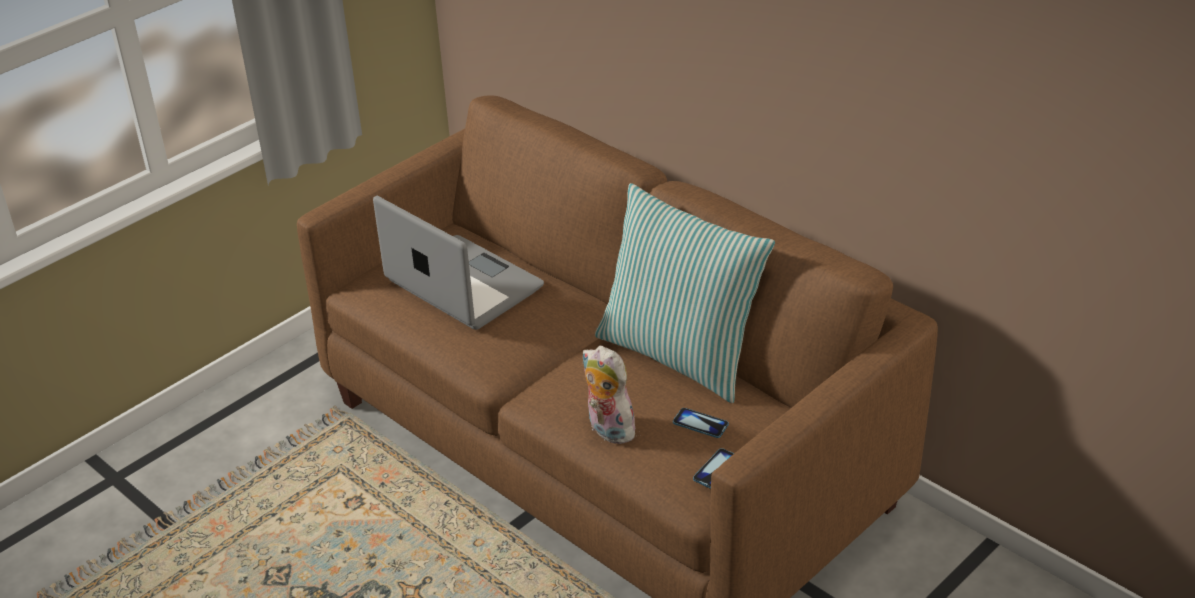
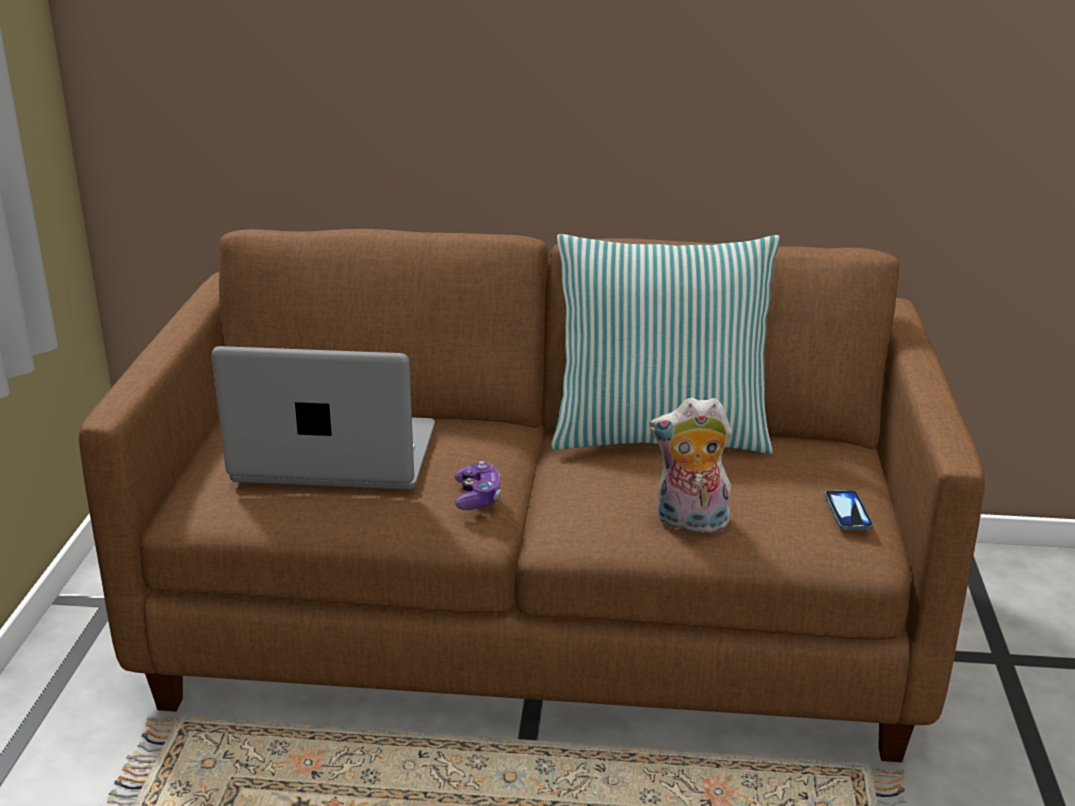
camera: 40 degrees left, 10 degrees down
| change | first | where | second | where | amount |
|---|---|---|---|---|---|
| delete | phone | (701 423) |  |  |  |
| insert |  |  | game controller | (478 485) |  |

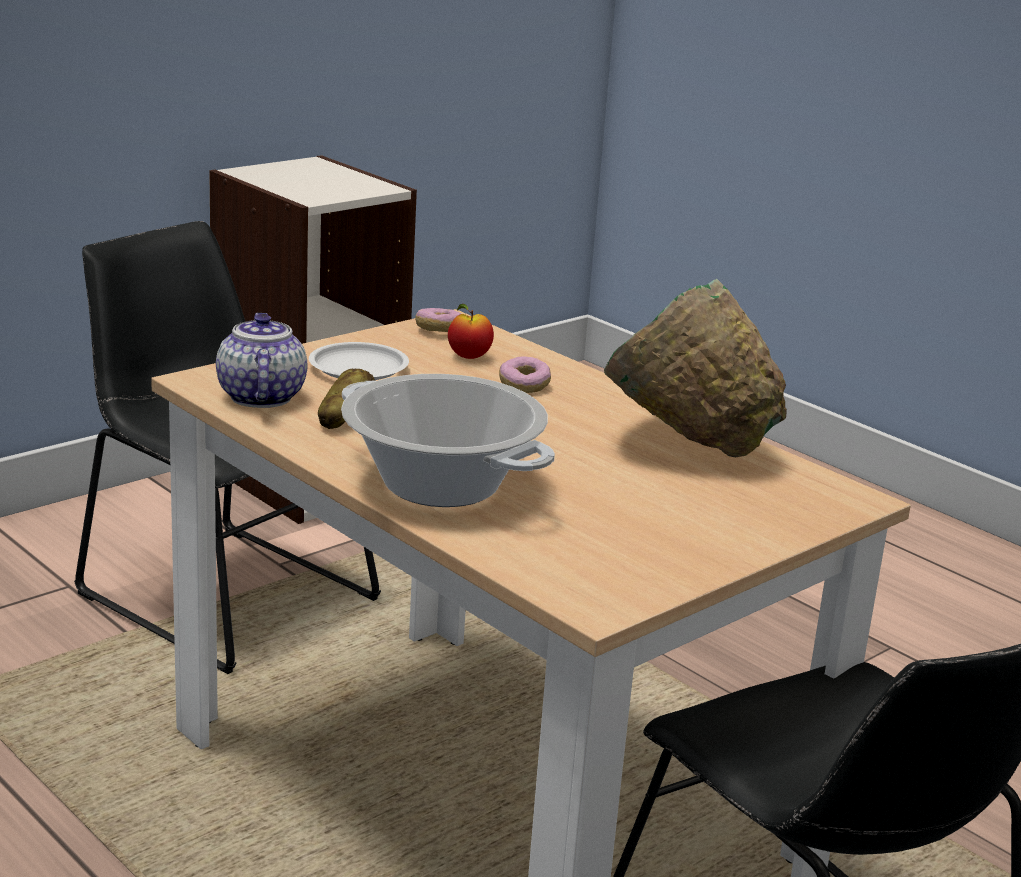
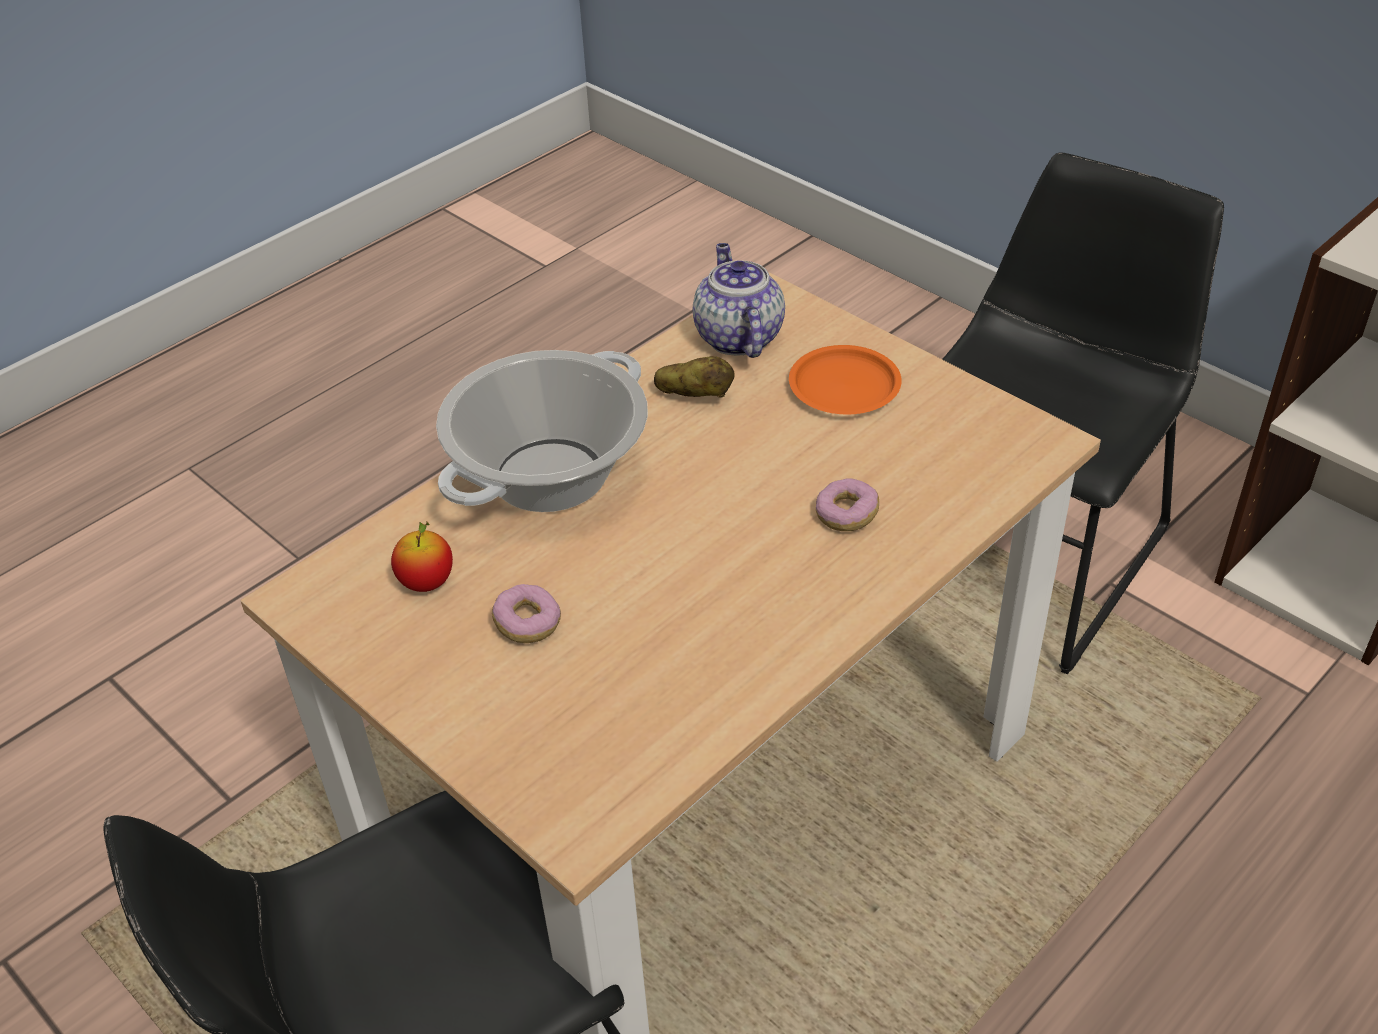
camera: 90 degrees right, 20 degrees up
| change | first | where | second | where | amount |
|---|---|---|---|---|---|
| delete | green serving bowl | (695 368) |  |  |  |
| move | apple fruit | (471 331) |  | (422 556) |  |
| move | ring doughnut | (438 320) |  | (526 613) |  |
| rotate | pot for tea | (261 360) |  | (739 300) | 90 degrees counterclockwise |
| recolor | white-coloured flat dish | (359 361) | orangey flat dish | (845 380) |  |

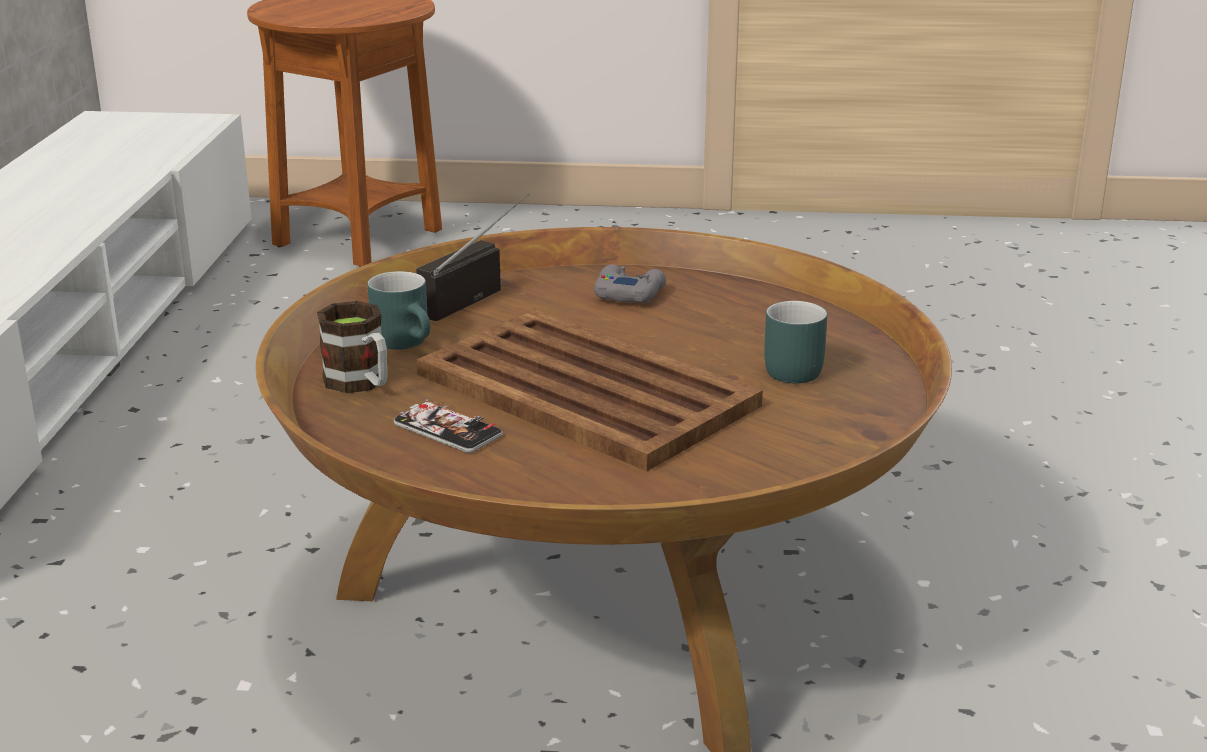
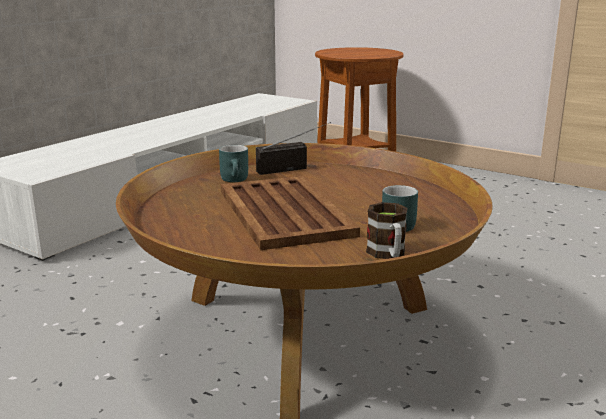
camera: 30 degrees right, 5 degrees down
| change | first | where | second | where | amount |
|---|---|---|---|---|---|
| delete | greyish game controller | (630 284) |  |  |  |
| move | coffee mug | (352 347) |  | (387 230) |  |
| delete | phone | (448 426) |  |  |  |

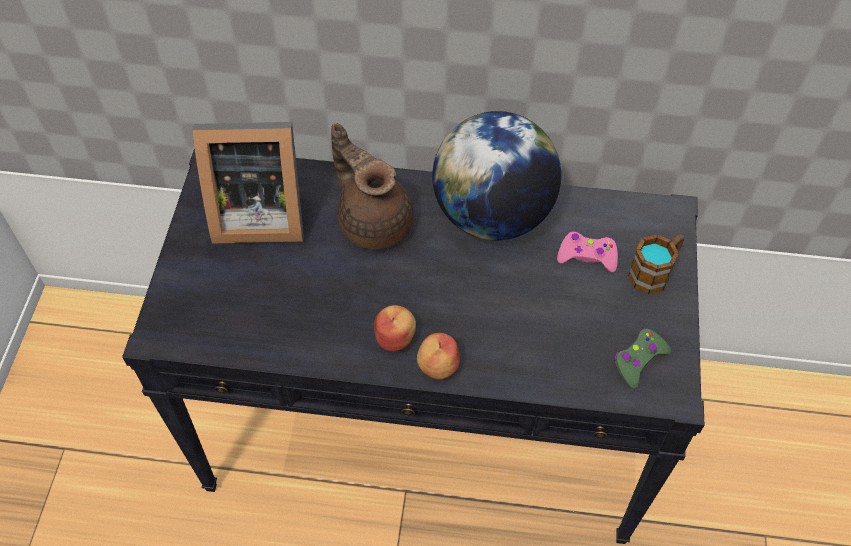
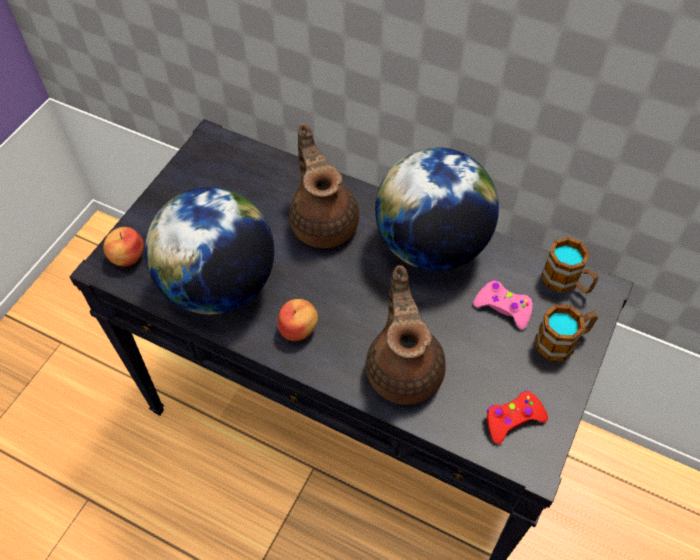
camera: 20 degrees right, 0 degrees up
| change | first | where | second | where | amount |
|---|---|---|---|---|---|
| delete | photo frame | (248 182) |  |  |  |
| recolor | green game controller | (642 358) | reddish game controller | (517 417) |  |
| move | apple fruit | (438 356) |  | (123 247) |  |
| insert |  |  | world globe | (209 251) |  |
| insert |  |  | coffee mug | (569 265) |  |
| insert |  |  | brown pot for tea | (406 335) |  |

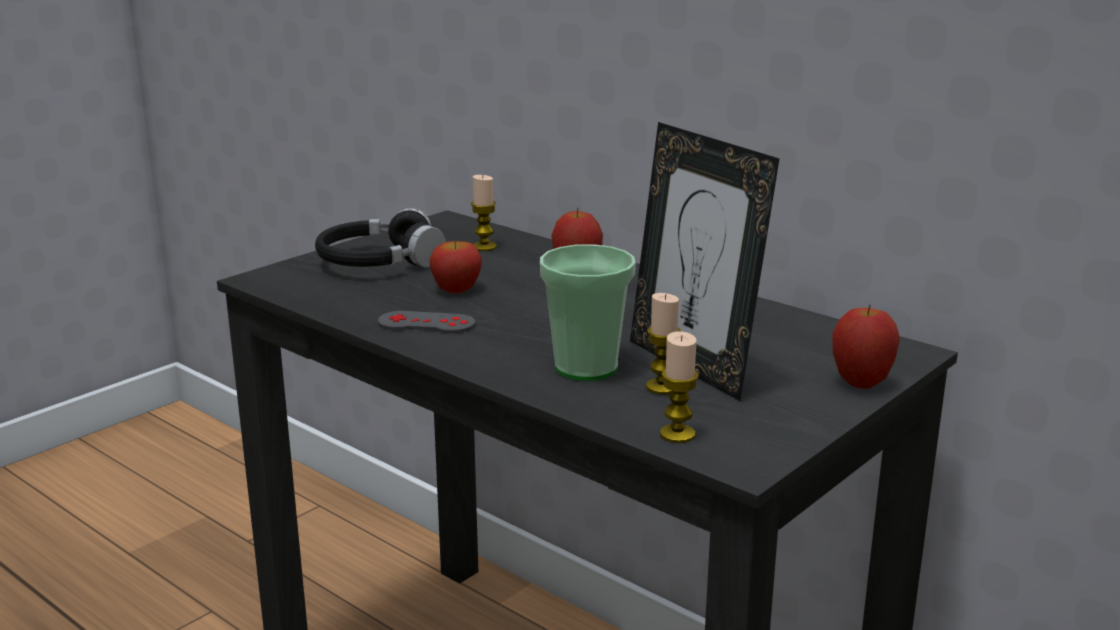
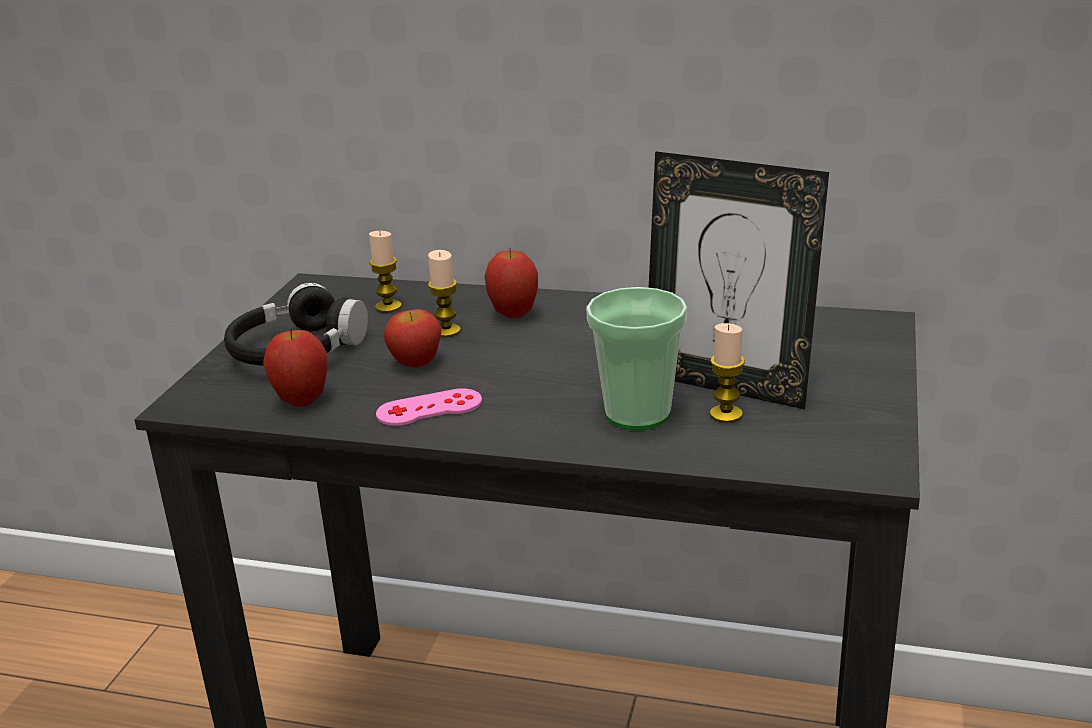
camera: 25 degrees left, 5 degrees up
| change | first | where | second | where | amount |
|---|---|---|---|---|---|
| move | apple fruit | (866 347) |  | (295 368) |  |
| recolor | greyish game controller | (426 322) | pink game controller | (429 407) |  |
| move | candle | (679 387) |  | (444 293) |  |

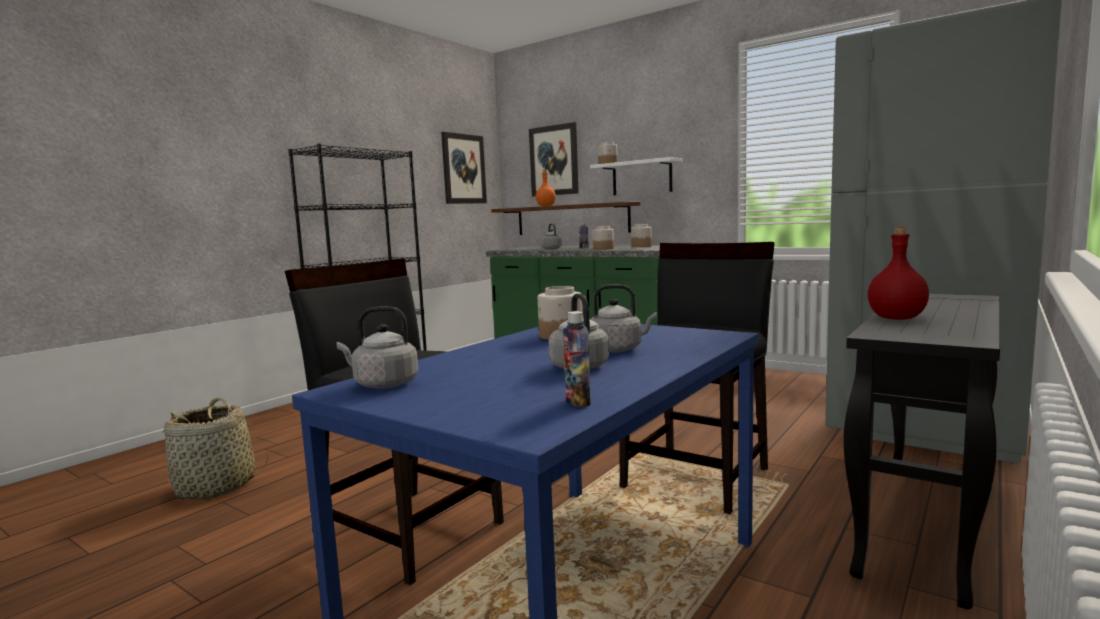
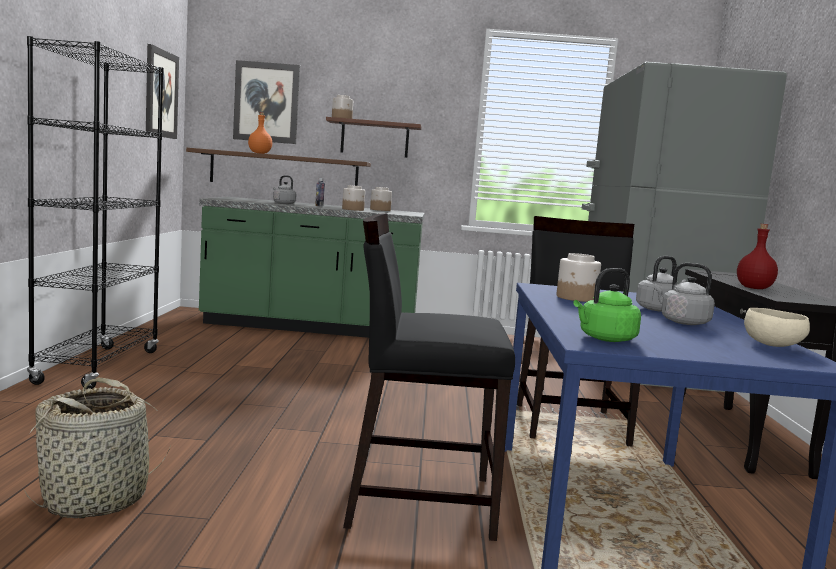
camera: 35 degrees left, 0 degrees up
| change | first | where | second | where | amount |
|---|---|---|---|---|---|
| recolor | white-coloured wall shelf | (636 176) | brown wall shelf | (374 137) |  |
| recolor | greyish tea kettle | (377 347) | green tea kettle | (607 305) |  |
| replace | drink bottle | (577 359) | sand-coloured serving bowl | (777 327) |  |

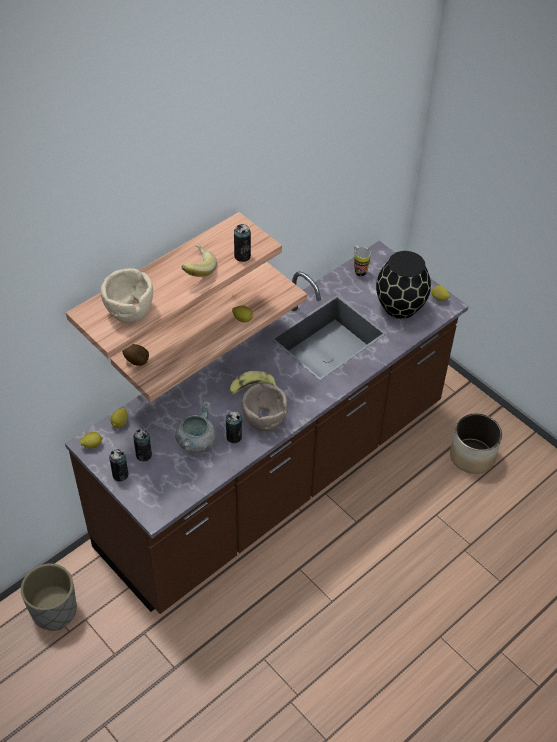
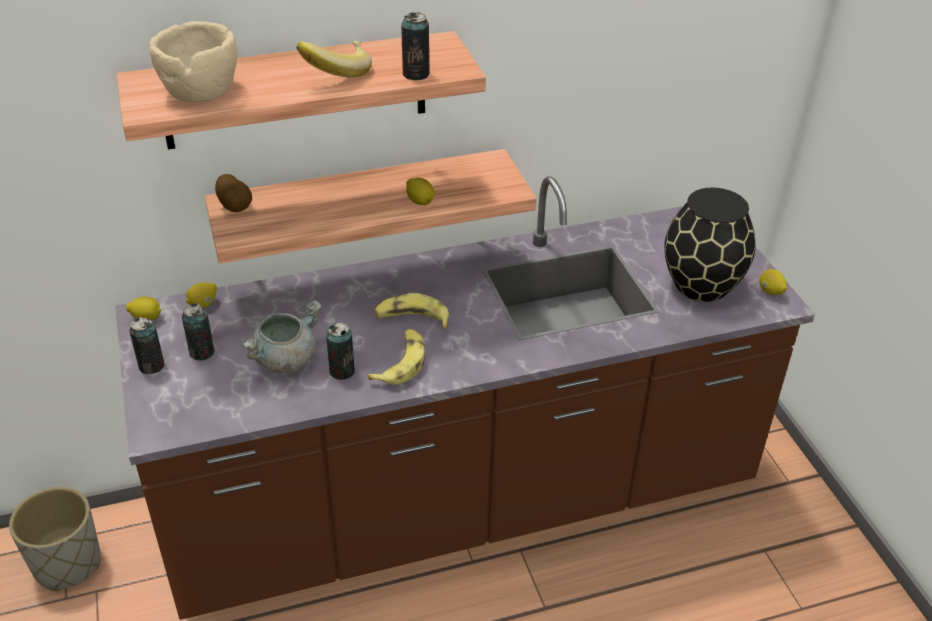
camera: 25 degrees right, 10 degrees down
| change | first | where | second | where | amount |
|---|---|---|---|---|---|
| delete | coffee mug | (362 261) |  |  |  |
| replace | brown serving bowl | (265 407) | whole banana | (396 357) |  |
| delete | flower pot | (476 444) |  |  |  |

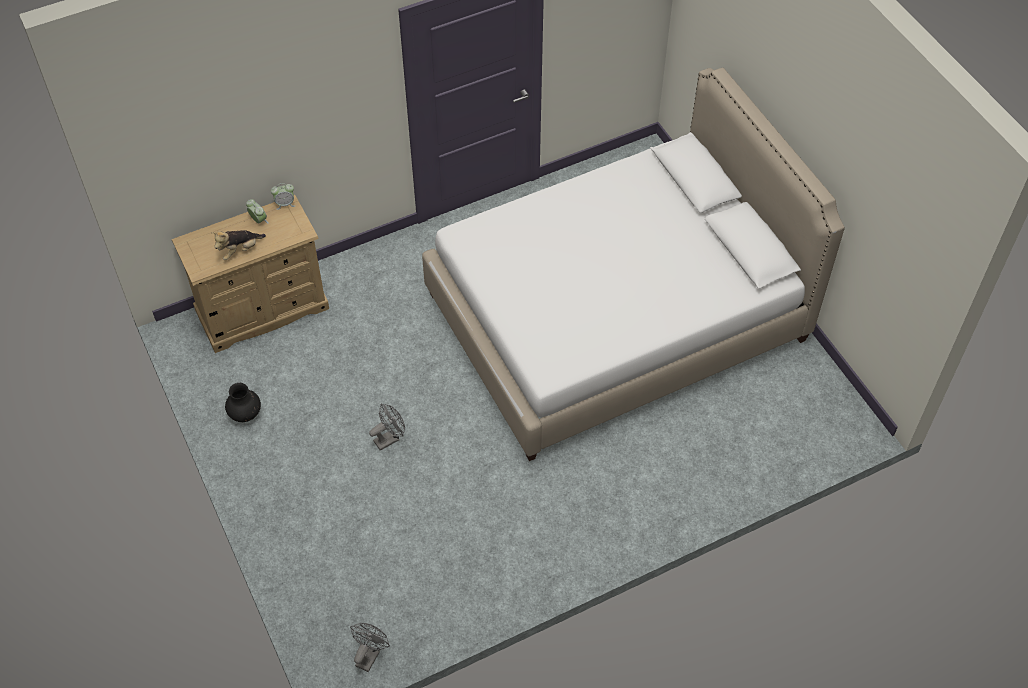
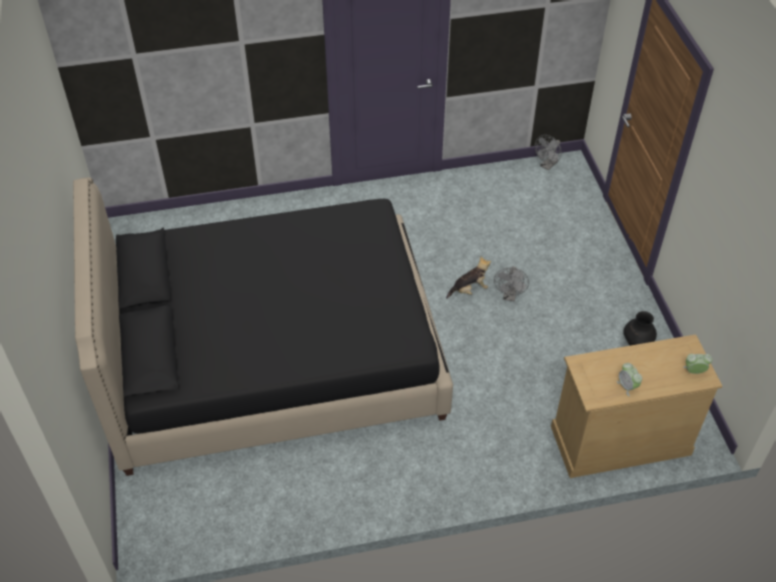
camera: 165 degrees left, 5 degrees down
| change | first | where | second | where | amount |
|---|---|---|---|---|---|
| recolor | white-coloured bed | (633 264) | black bed | (263 326) |  |
| move | bedside clock | (283 196) |  | (698 364) |  |
| move | soft toy | (239 245) |  | (468 277) |  |
| rotate | greyish fan | (387 427) |  | (511 283) | 60 degrees counterclockwise |

